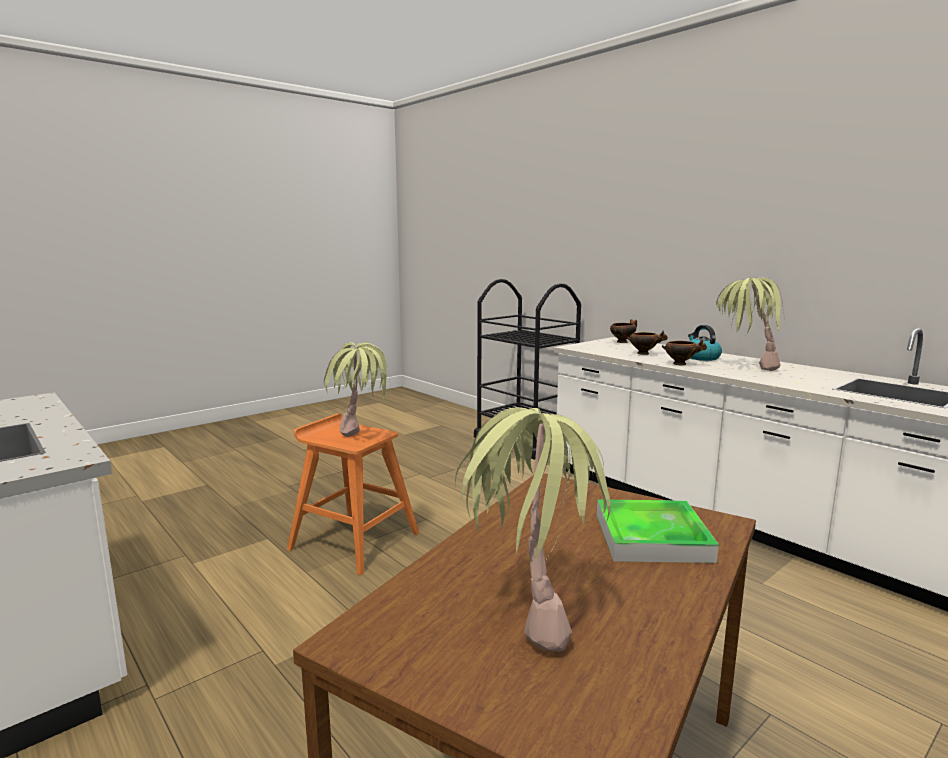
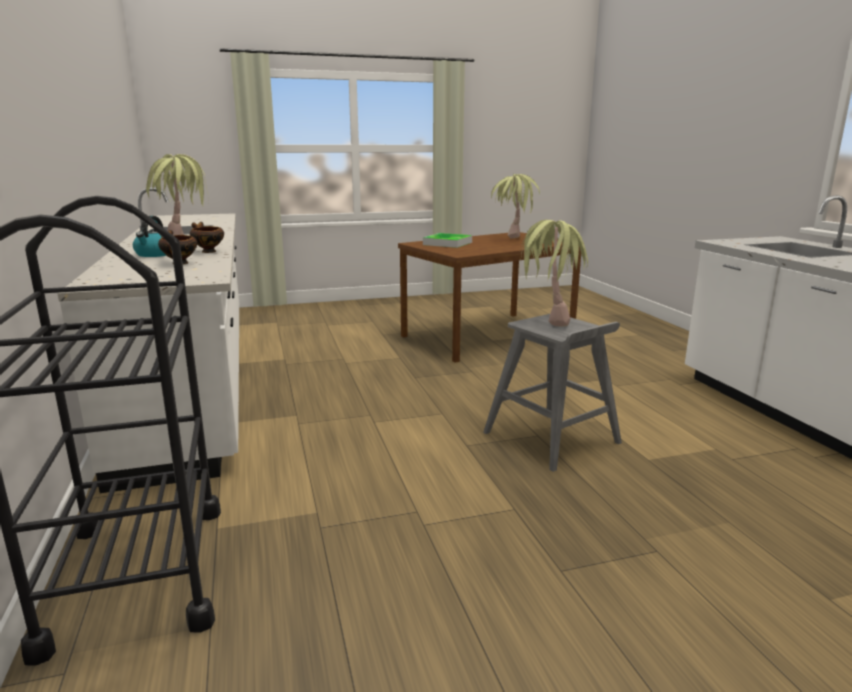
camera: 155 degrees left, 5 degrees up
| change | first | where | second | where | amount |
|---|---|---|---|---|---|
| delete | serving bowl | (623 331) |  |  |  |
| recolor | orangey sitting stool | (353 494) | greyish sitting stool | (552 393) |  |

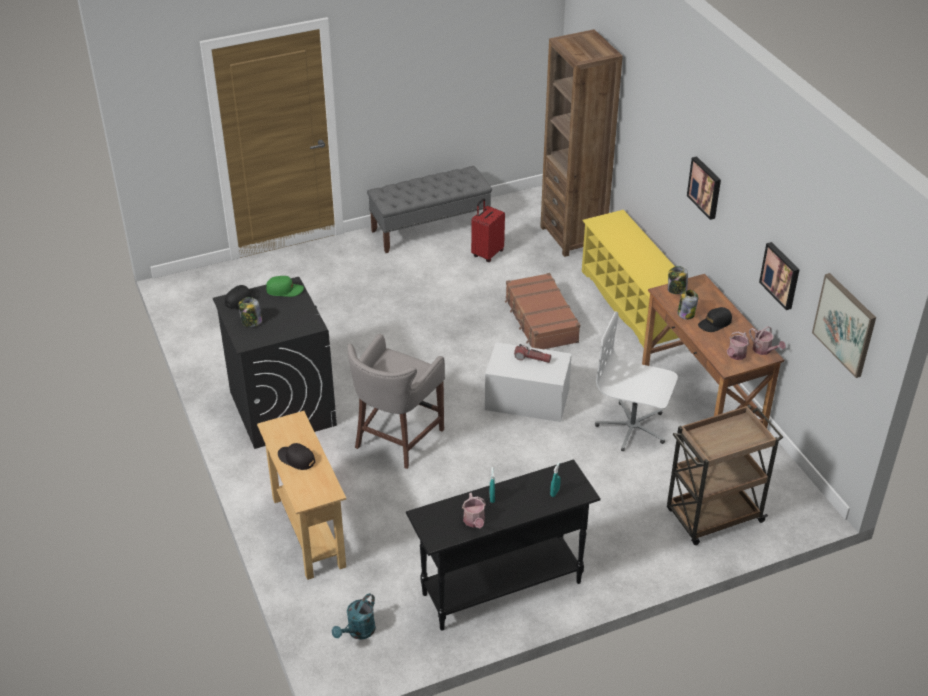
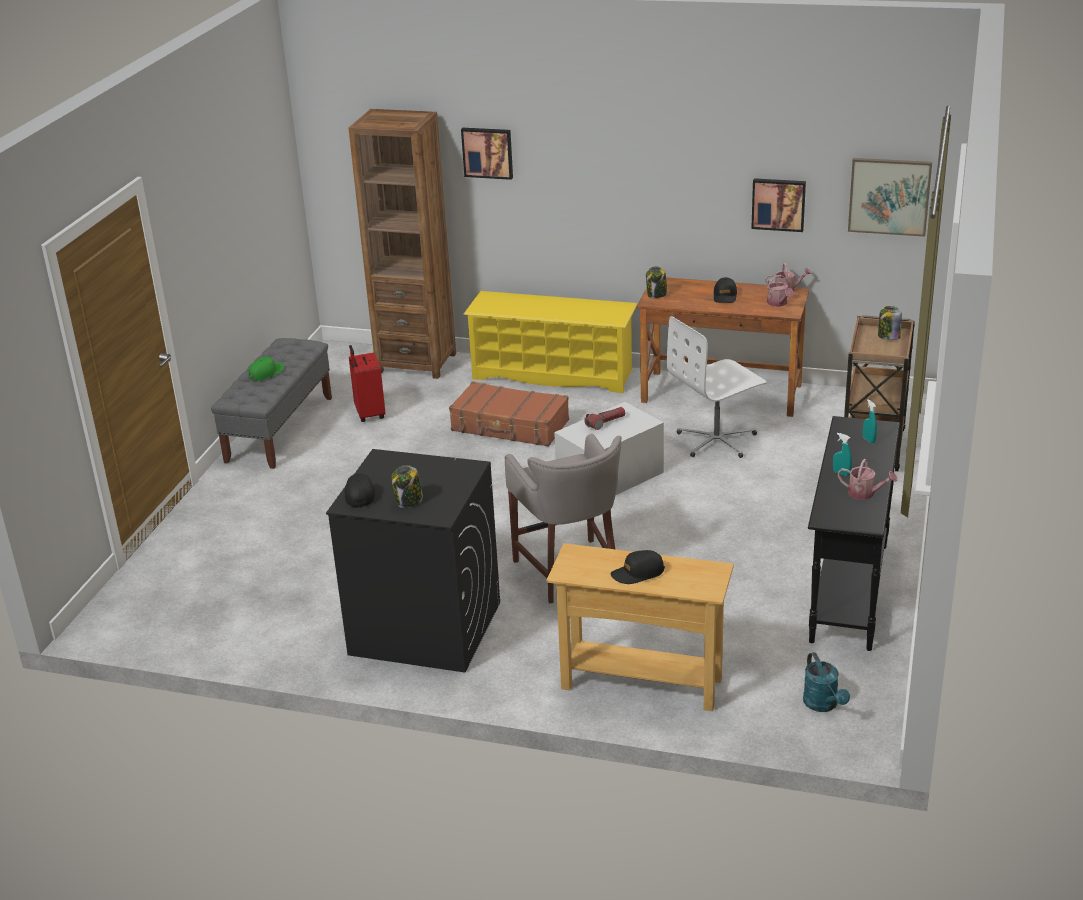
camera: 50 degrees left, 10 degrees down
| change | first | where | second | where | amount |
|---|---|---|---|---|---|
| move | wall picture | (704 188) |  | (487 154) |  |
| move | green peaked cap | (285 286) |  | (266 369) |  |
| move | jar | (687 305) |  | (890 323) |  |

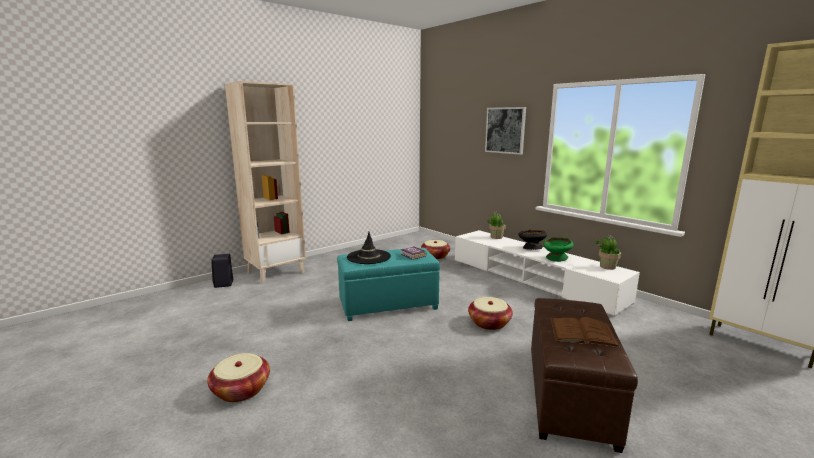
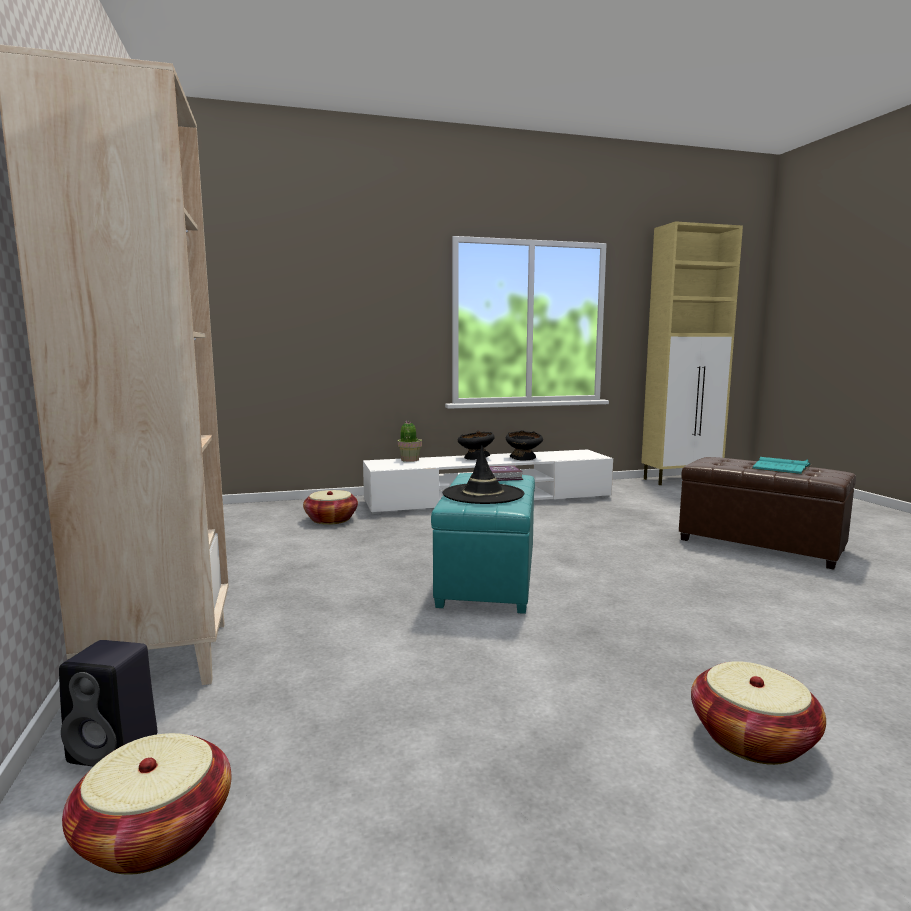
camera: 65 degrees left, 5 degrees down
| change | first | where | second | where | amount |
|---|---|---|---|---|---|
| delete | wall picture | (505 131) |  |  |  |
| recolor | green serving bowl | (558 249) | black serving bowl | (524 445) |  |
| delete | potted plant | (608 253) |  |  |  |
| move | household basket | (490 313) |  | (146 804) |  |
| recolor | brown bound book | (585 332) | turquoise bound book | (781 466) |  |

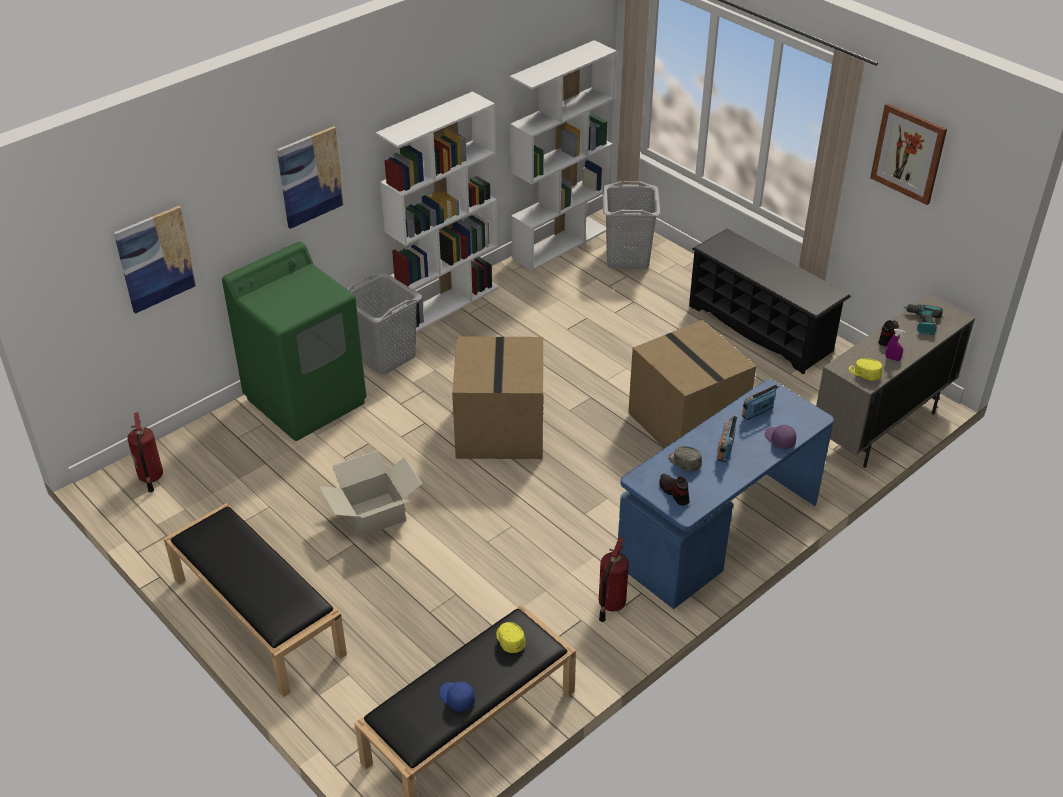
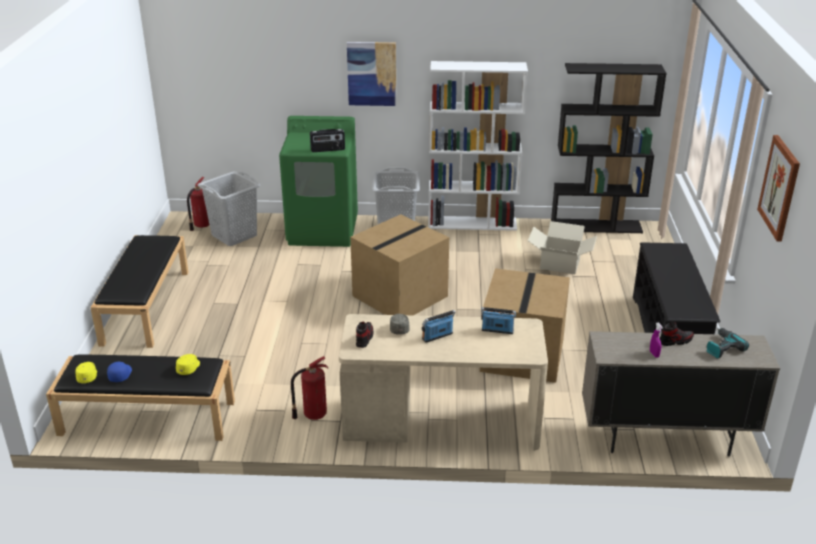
camera: 45 degrees right, 10 degrees down
| change | first | where | second | where | amount |
|---|---|---|---|---|---|
| recolor | white-coloured bookcase | (563 155) | black bookcase | (609 148) |  |
| move | greyish hamper | (631 225) |  | (229 208) |  |
| delete | wall picture | (155 260) |  |  |  |
| move | yellowish peaked cap | (865 369) |  | (86 372) |  |
| recolor | blue desk | (726 494) | sand-coloured desk | (443 382) |  |
| delete | purplish peaked cap | (780 437) |  |  |  |
| move | carton | (370 494) |  | (562 247) |  |
| insert |  |  | radio | (327 140) |  |

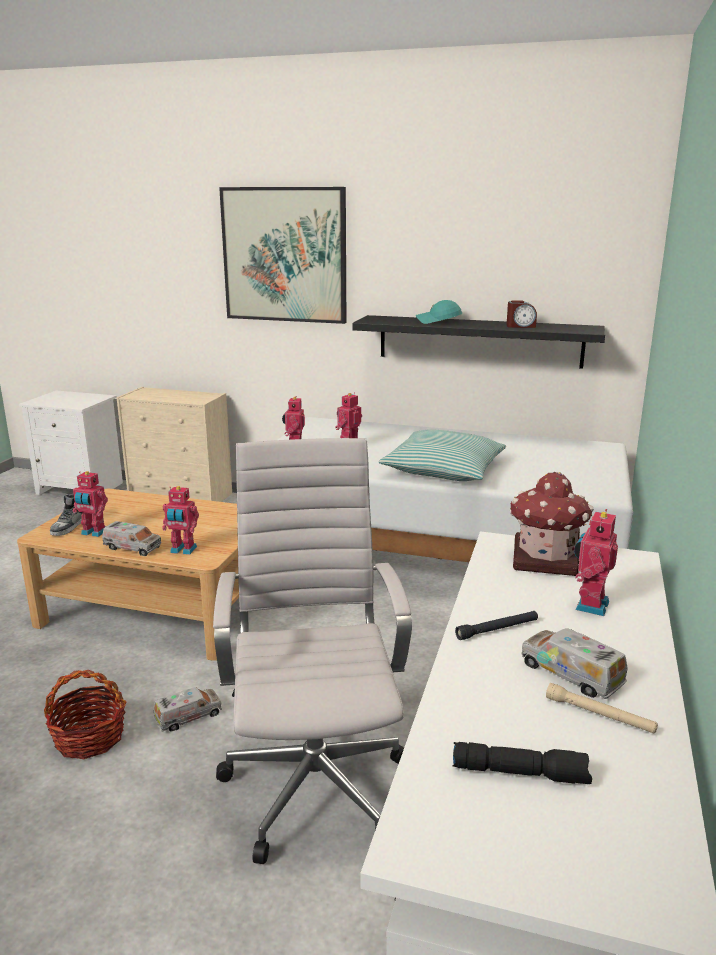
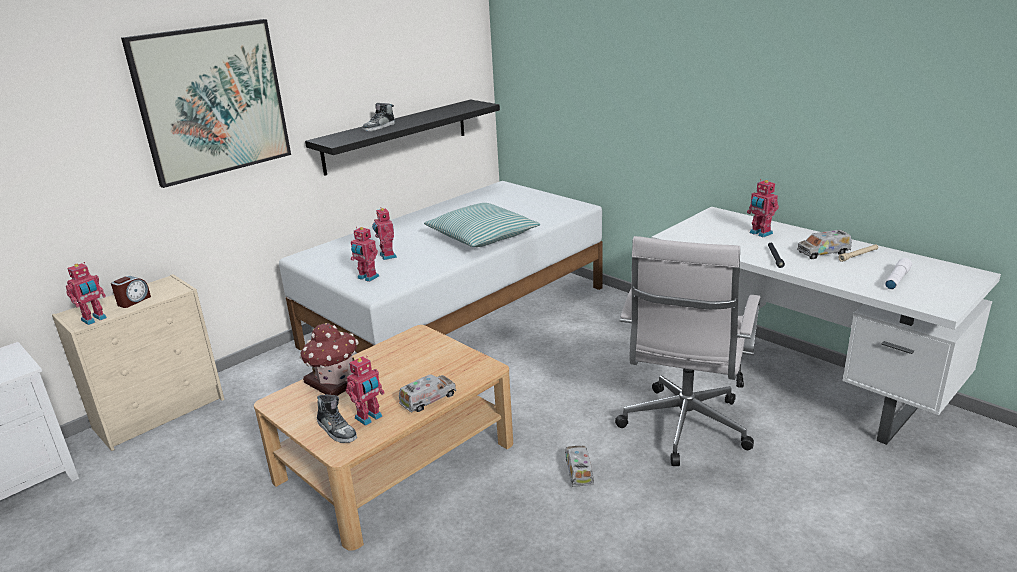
camera: 60 degrees left, 5 degrees up
| change | first | where | second | where | amount |
|---|---|---|---|---|---|
| replace | turquoise peaked cap | (439 312) | low shoe | (378 117) |  |
| move | bedside clock | (521 314) |  | (131 292) |  |
| rotate | white-coloured computer chair | (312 651) |  | (688 351) | 90 degrees counterclockwise |
| move | miniature house | (552 524) |  | (329 359) |  |
| move | toy robot | (180 520) |  | (86 293) |  |
| delete | household basket | (85 714) |  |  |  |
| recolor | black torch | (522 763) | white-coloured torch | (898 274) |  |

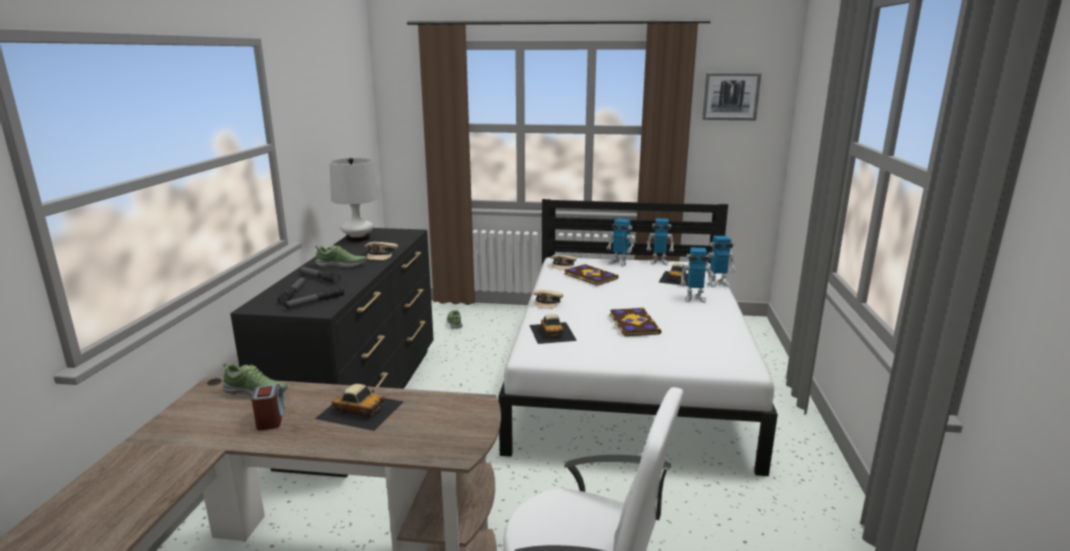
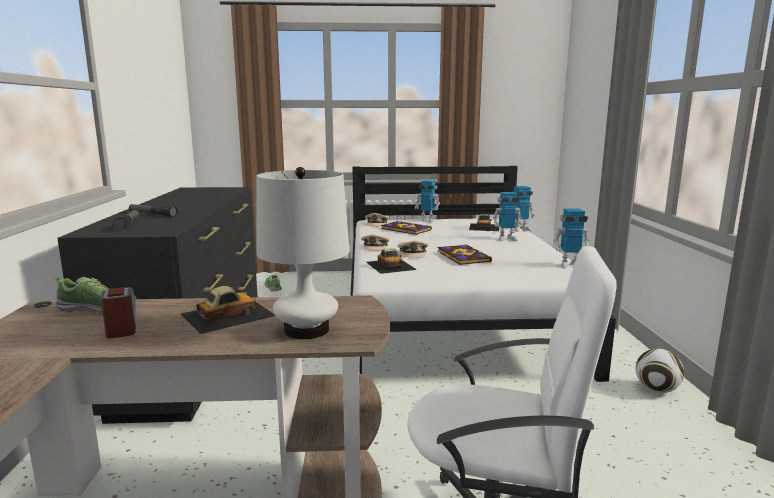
camera: 10 degrees left, 5 degrees down
| change | first | where | second | where | amount |
|---|---|---|---|---|---|
| delete | wall picture | (731 96) |  |  |  |
| move | white-coloured tabletop lamp | (353 200) |  | (303 253) |  |
| move | toy robot | (660 242) |  | (571 239) |  |
| move | sand-coloured peaked cap | (381 251) |  | (413 249) |  |
| delete | low shoe | (341 256) |  |  |  |
| delete | torch | (314 297) |  |  |  |
| rotate | toy car | (359 407) |  | (228 310) | 45 degrees counterclockwise |
| insert |  |  | ball for football | (660 371) |  |

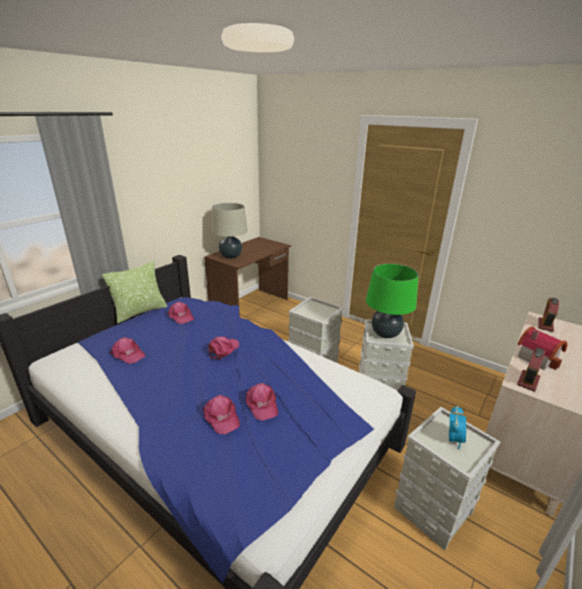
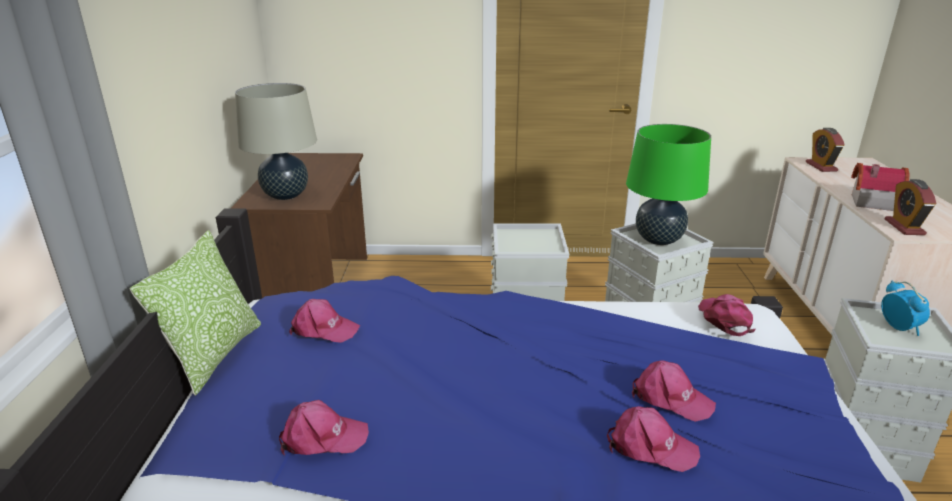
camera: 35 degrees left, 0 degrees up
| change | first | where | second | where | amount |
|---|---|---|---|---|---|
| move | pink peaked cap | (223 348) |  | (726 315) |  |

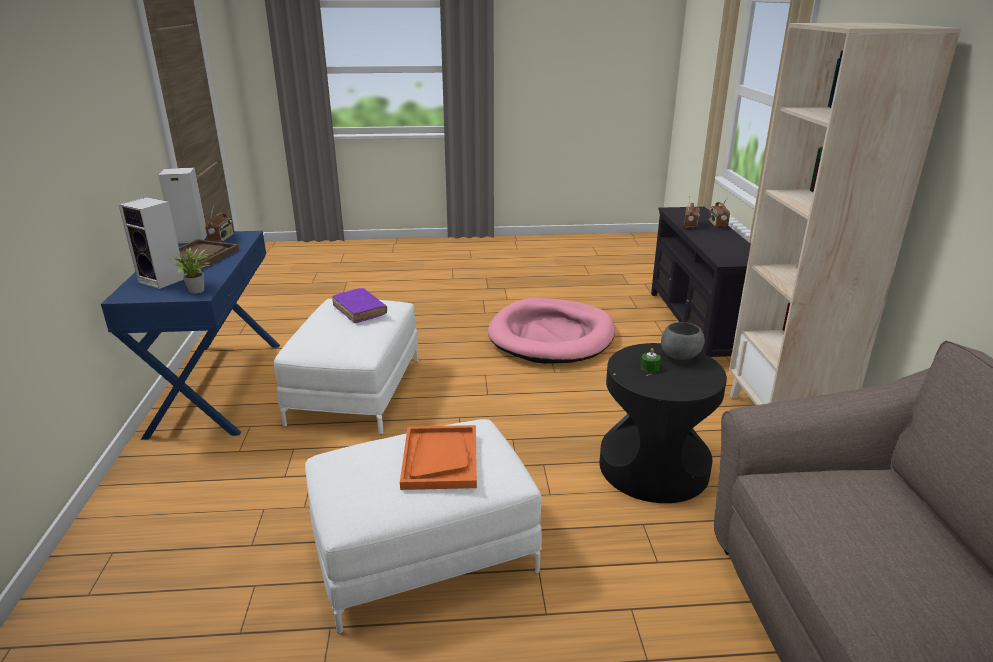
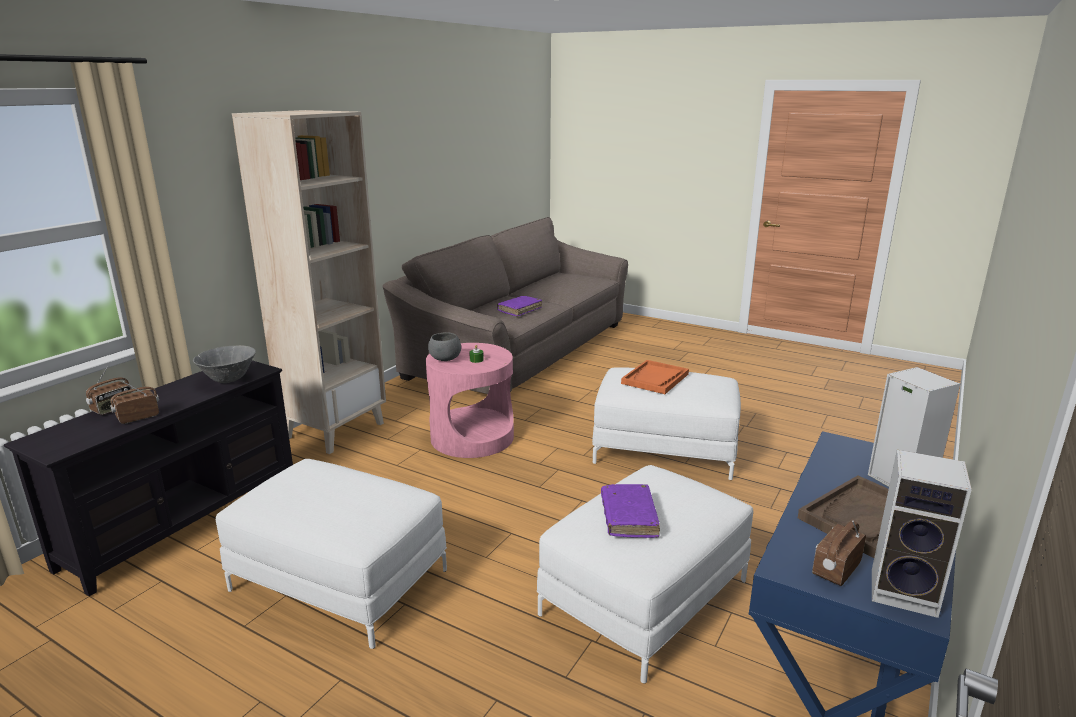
camera: 145 degrees left, 5 degrees down
| change | first | where | second | where | amount |
|---|---|---|---|---|---|
| delete | potted plant | (191 271) |  |  |  |
| replace | pink pet bed | (551 331) | white-coloured ottoman | (331 554) |  |
| recolor | black side table | (663 423) | pink side table | (470 400) |  |
| insert |  |  | purplish bound book | (519 306) |  |
| insert |  |  | greyish serving bowl | (224 364) |  |

